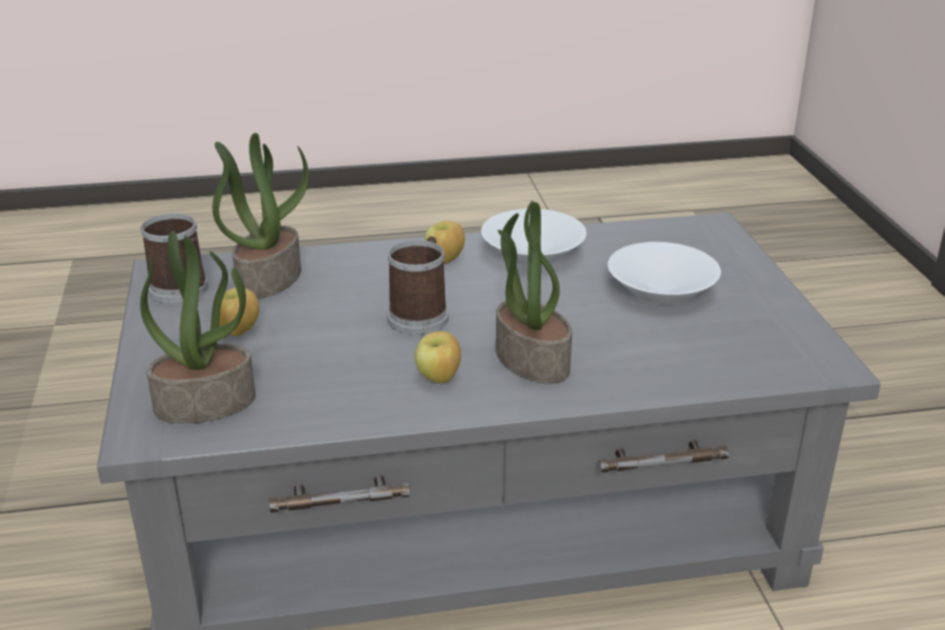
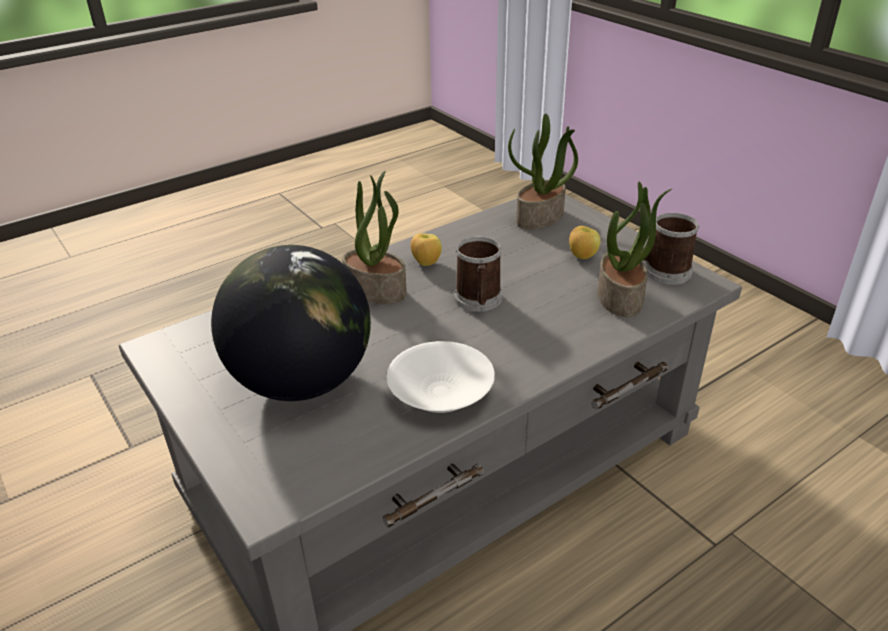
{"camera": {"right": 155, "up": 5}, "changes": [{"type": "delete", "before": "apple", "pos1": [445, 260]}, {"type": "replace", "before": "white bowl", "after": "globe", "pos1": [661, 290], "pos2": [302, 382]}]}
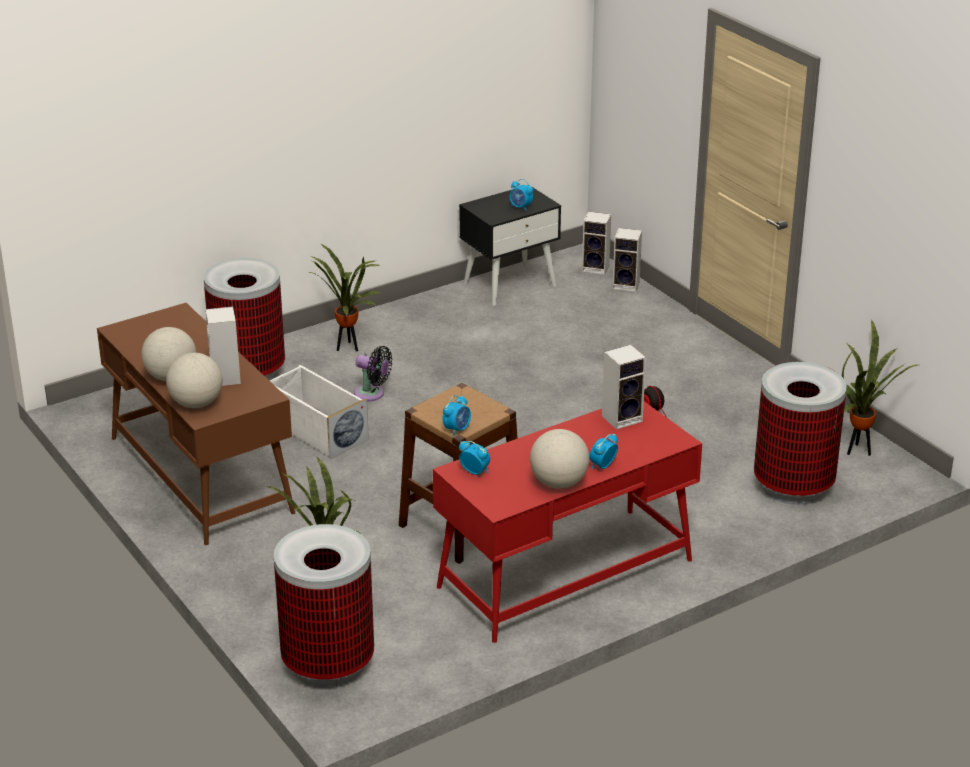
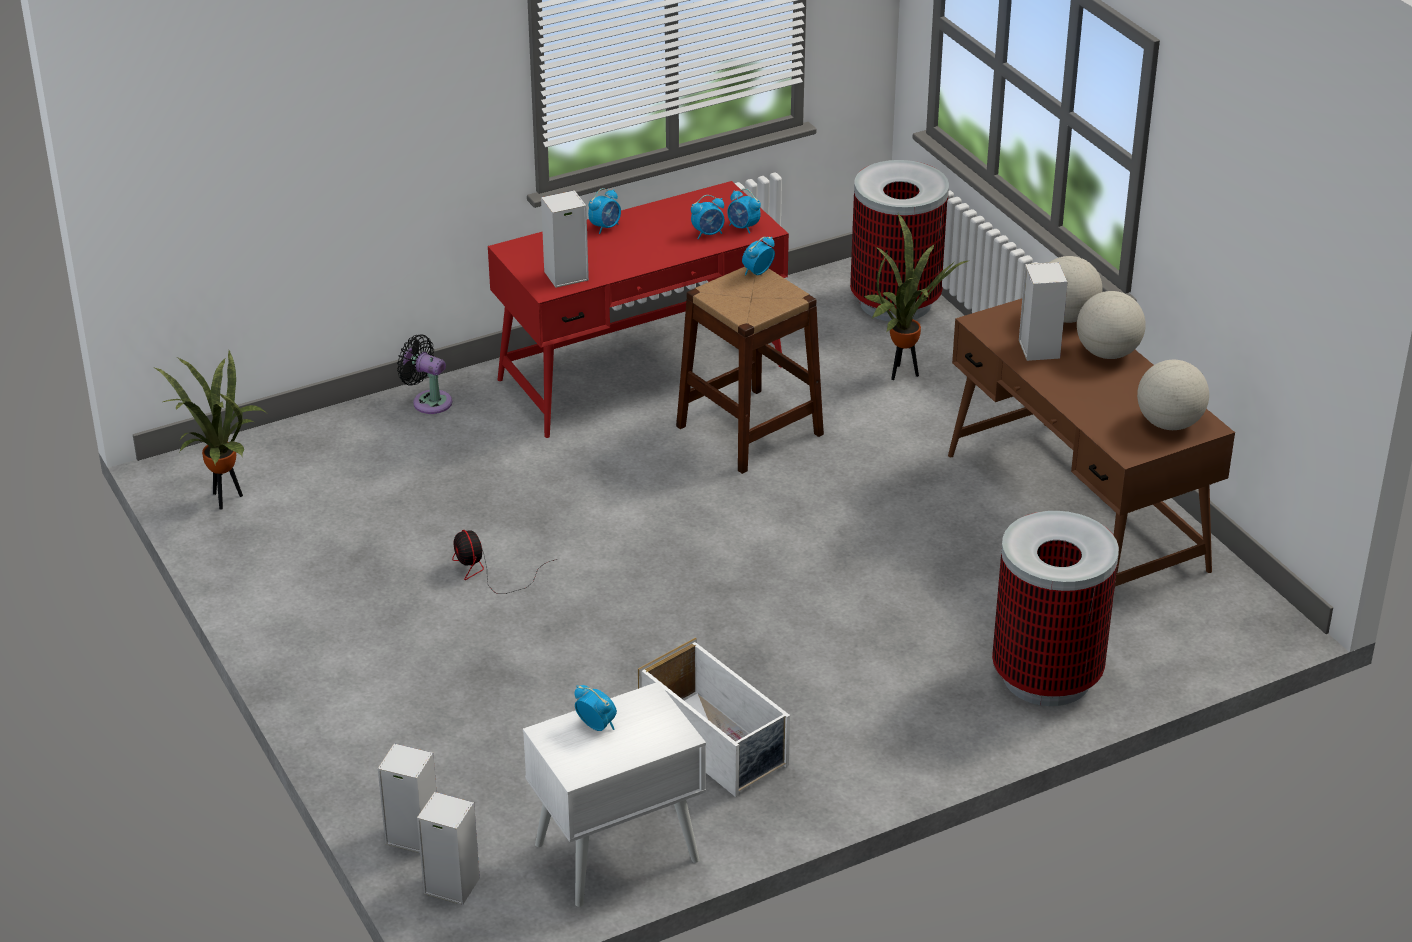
{"camera": {"right": -175, "up": 5}, "changes": [{"type": "delete", "before": "potted plant", "pos1": [348, 348]}, {"type": "delete", "before": "trash can", "pos1": [793, 486]}, {"type": "insert", "after": "alarm clock", "pos2": [708, 234]}, {"type": "move", "before": "white storage box", "pos1": [316, 430], "pos2": [715, 743]}, {"type": "move", "before": "black fan", "pos1": [372, 394], "pos2": [428, 401]}, {"type": "move", "before": "globe", "pos1": [558, 483], "pos2": [1169, 423]}, {"type": "recolor", "before": "black nightstand", "after": "white nightstand", "pos1": [510, 284], "pos2": [616, 852]}]}
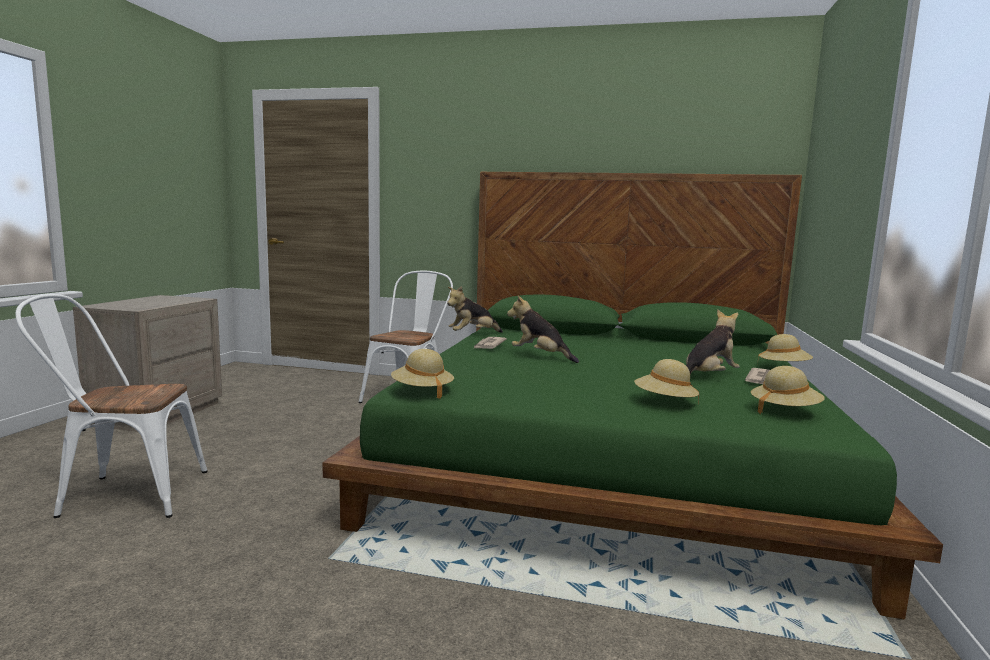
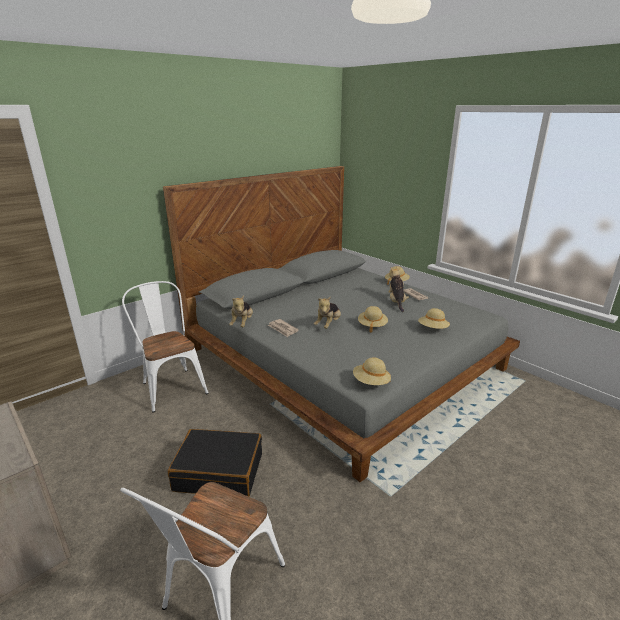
{"camera": {"right": -55, "up": 15}, "changes": [{"type": "insert", "after": "black suitcase", "pos2": [219, 471]}, {"type": "move", "before": "beige hat", "pos1": [784, 410], "pos2": [372, 325]}, {"type": "recolor", "before": "green bed", "after": "grey bed", "pos1": [608, 456], "pos2": [343, 359]}, {"type": "rotate", "before": "plush toy", "pos1": [540, 356], "pos2": [328, 325], "turn": -45}]}
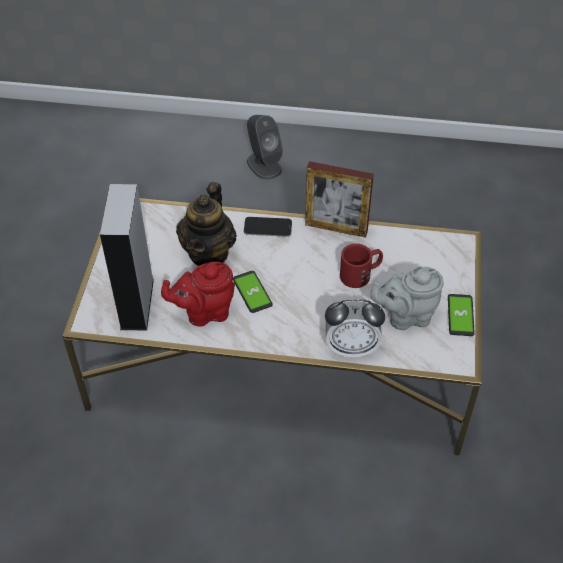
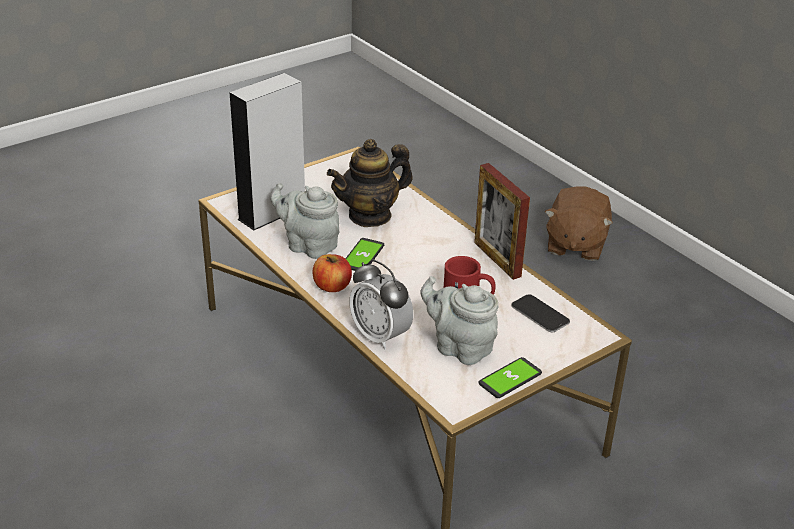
{"camera": {"right": 45, "up": -15}, "changes": [{"type": "insert", "after": "apple", "pos2": [332, 286]}, {"type": "move", "before": "phone", "pos1": [268, 227], "pos2": [540, 314]}, {"type": "replace", "before": "grey speaker", "after": "brown plush toy", "pos1": [263, 165], "pos2": [575, 245]}, {"type": "recolor", "before": "red teapot", "after": "grey teapot", "pos1": [204, 312], "pos2": [308, 245]}]}
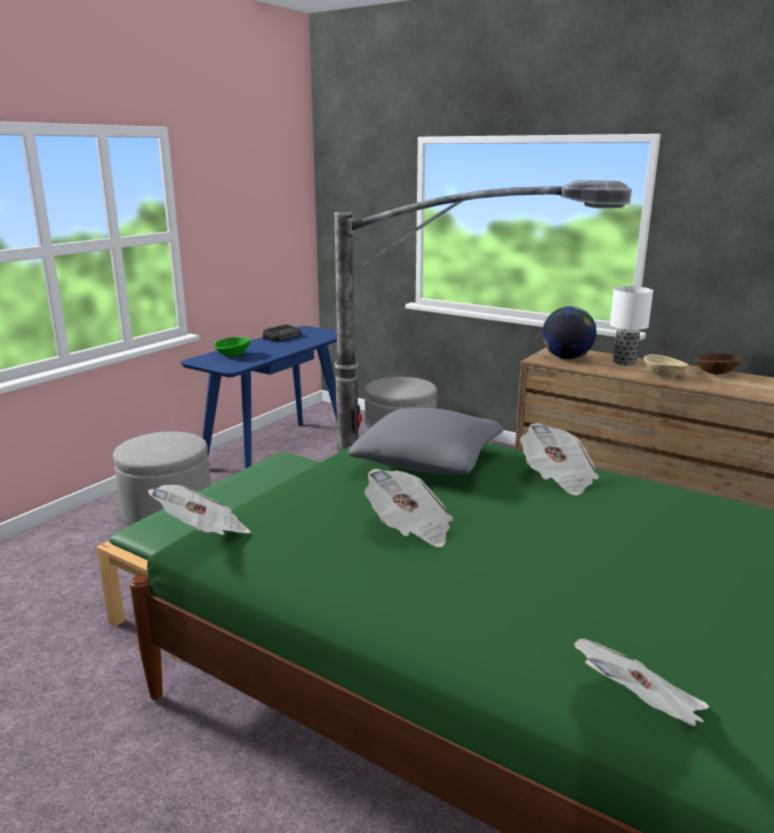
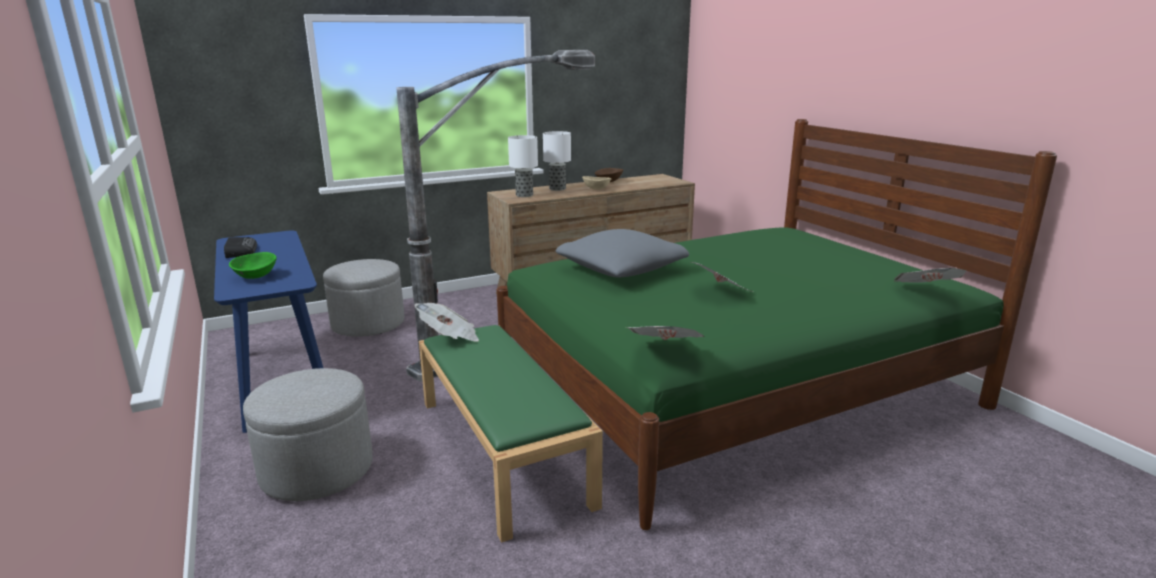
{"camera": {"right": -60, "up": 0}, "changes": [{"type": "move", "before": "newspaper", "pos1": [557, 478], "pos2": [449, 337]}, {"type": "replace", "before": "globe", "after": "table lamp", "pos1": [566, 358], "pos2": [524, 195]}]}
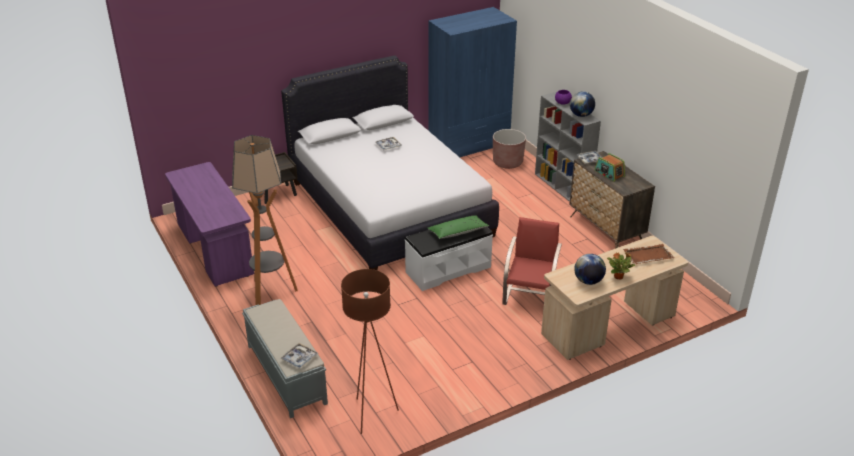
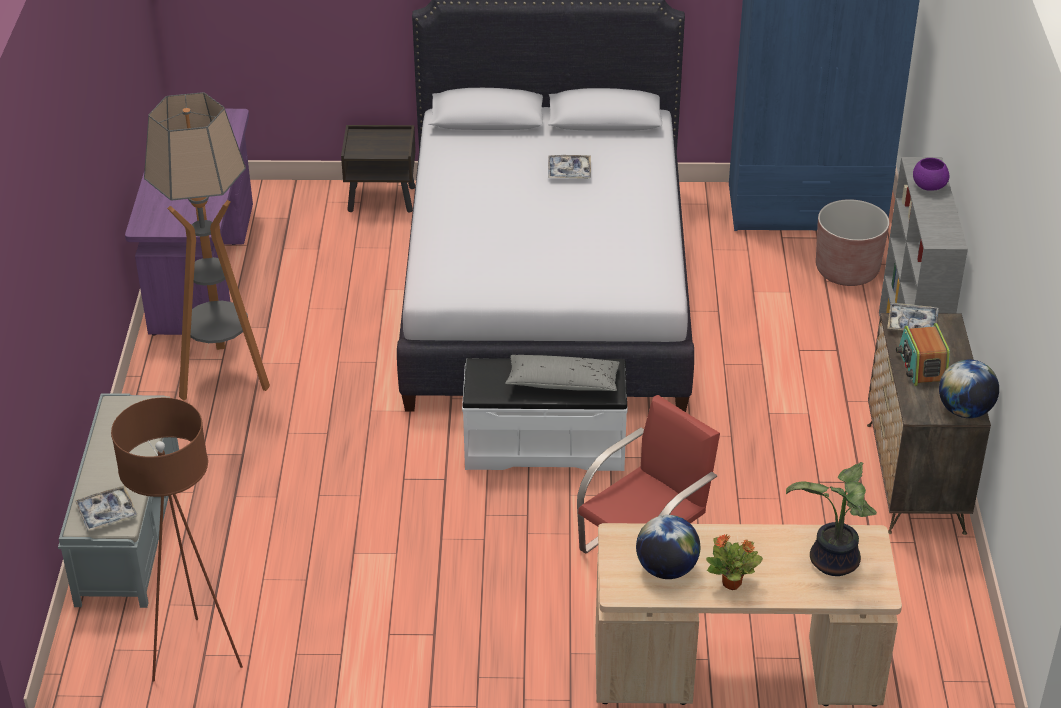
{"camera": {"right": 30, "up": 5}, "changes": [{"type": "move", "before": "globe", "pos1": [581, 115], "pos2": [964, 411]}, {"type": "replace", "before": "brown tray", "after": "potted plant", "pos1": [647, 255], "pos2": [832, 563]}, {"type": "recolor", "before": "green pillow", "after": "grey pillow", "pos1": [458, 232], "pos2": [562, 383]}]}
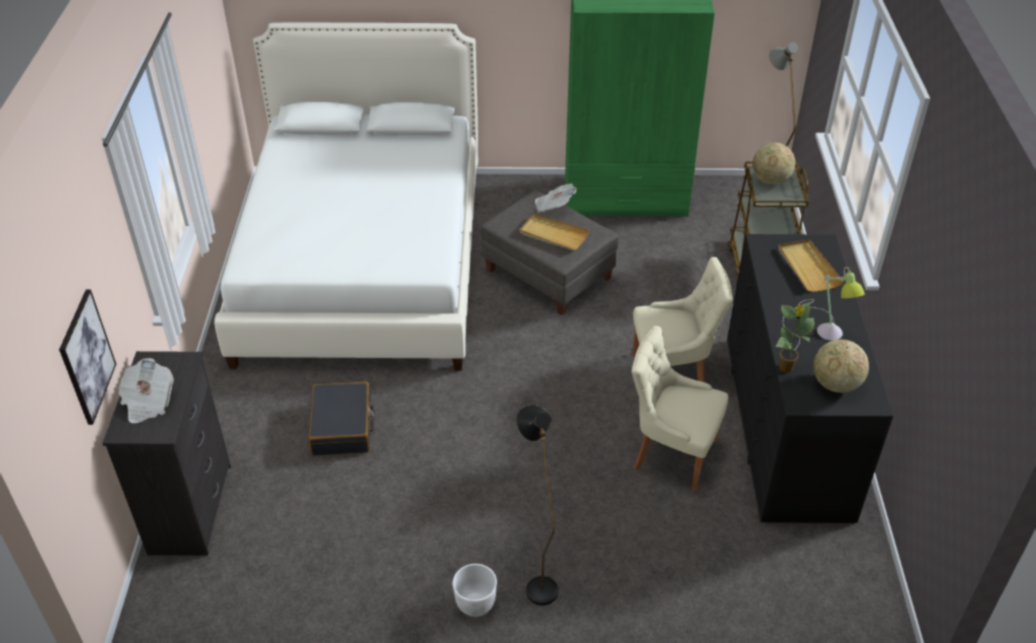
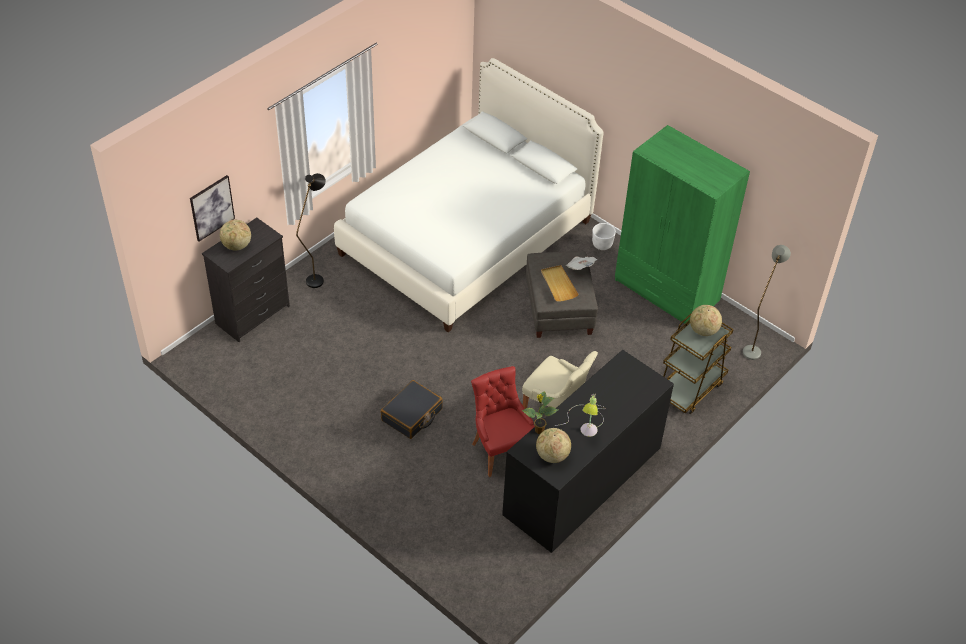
{"camera": {"right": 40, "up": 5}, "changes": [{"type": "delete", "before": "beige tray", "pos1": [808, 267]}, {"type": "move", "before": "black suitcase", "pos1": [342, 427], "pos2": [412, 415]}, {"type": "move", "before": "white planter", "pos1": [475, 604], "pos2": [601, 245]}, {"type": "move", "before": "black floor lamp", "pos1": [537, 581], "pos2": [317, 277]}, {"type": "replace", "before": "newspaper", "after": "globe", "pos1": [148, 402], "pos2": [236, 246]}, {"type": "recolor", "before": "beige chair", "after": "red chair", "pos1": [671, 454], "pos2": [501, 450]}]}
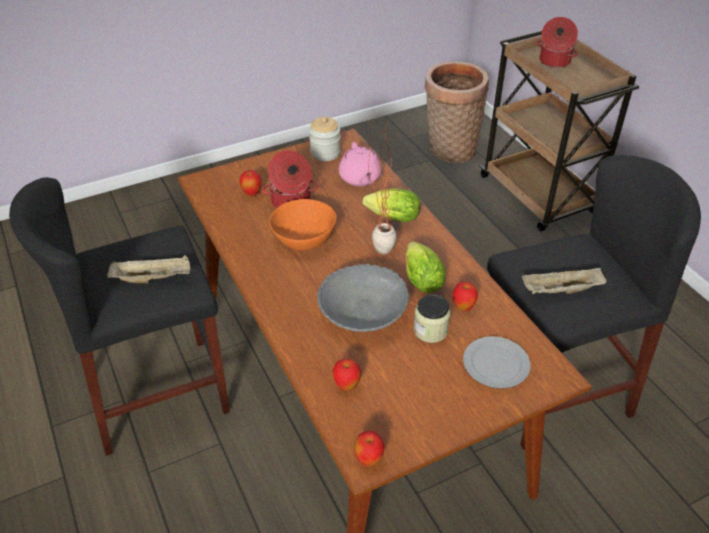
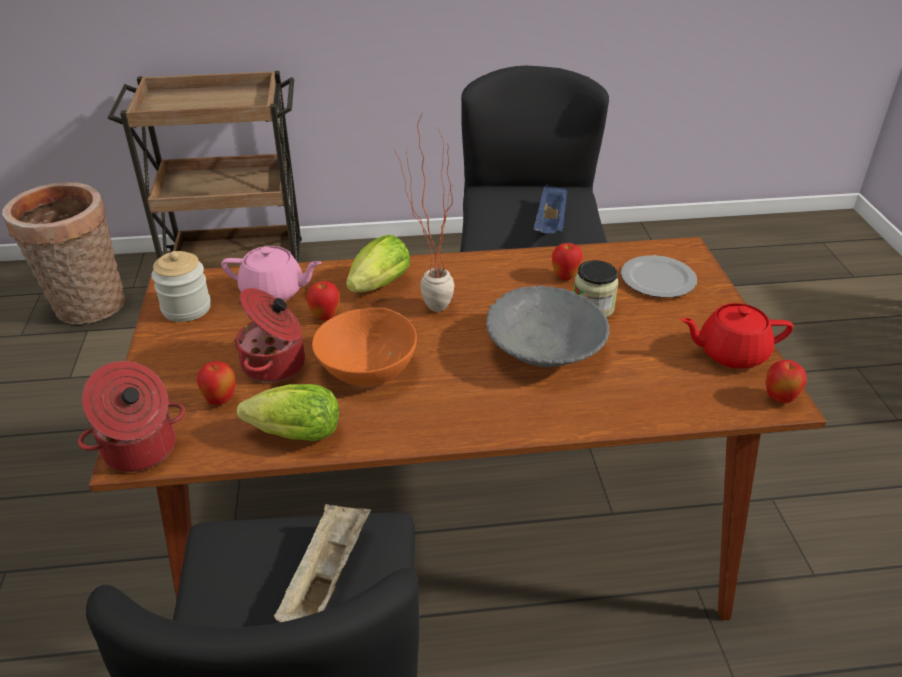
{"camera": {"right": -70, "up": -5}, "changes": [{"type": "insert", "after": "red teapot", "pos2": [730, 353]}, {"type": "move", "before": "apple", "pos1": [346, 385], "pos2": [325, 317]}, {"type": "move", "before": "lettuce", "pos1": [420, 278], "pos2": [291, 435]}, {"type": "move", "before": "cooking pot", "pos1": [554, 61], "pos2": [140, 450]}, {"type": "recolor", "before": "beige tray", "after": "blue tray", "pos1": [560, 291], "pos2": [550, 224]}]}
